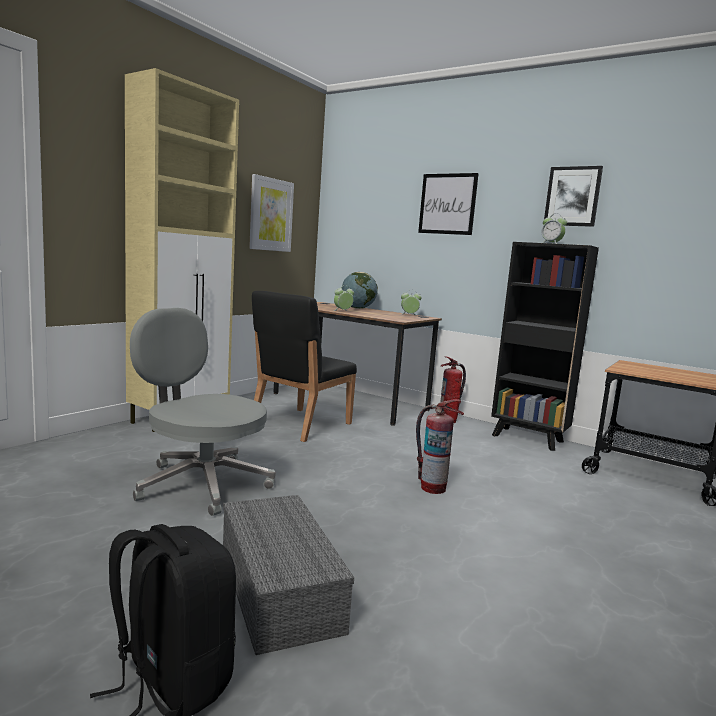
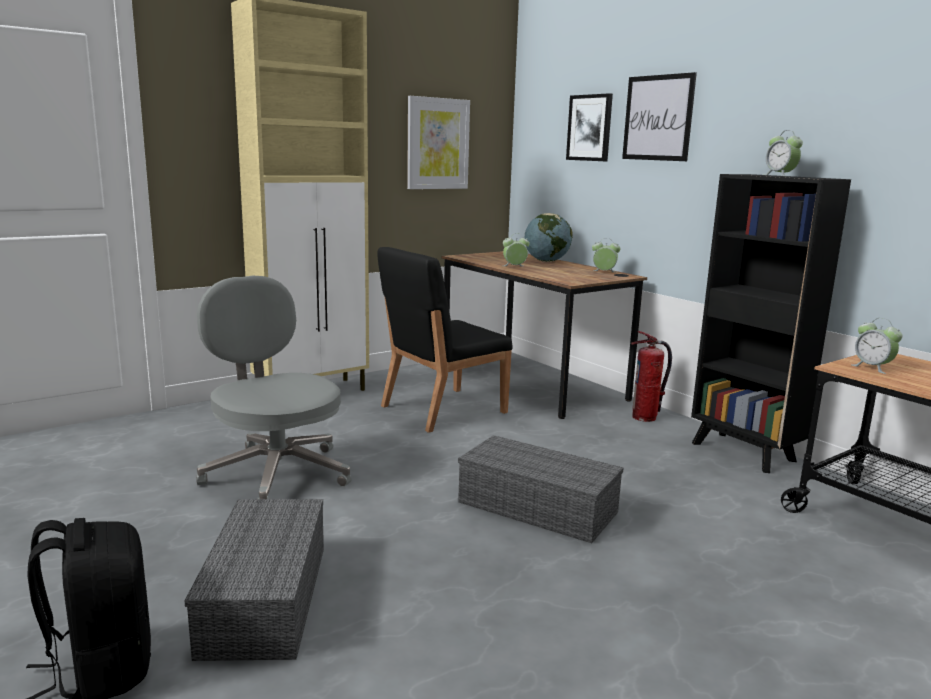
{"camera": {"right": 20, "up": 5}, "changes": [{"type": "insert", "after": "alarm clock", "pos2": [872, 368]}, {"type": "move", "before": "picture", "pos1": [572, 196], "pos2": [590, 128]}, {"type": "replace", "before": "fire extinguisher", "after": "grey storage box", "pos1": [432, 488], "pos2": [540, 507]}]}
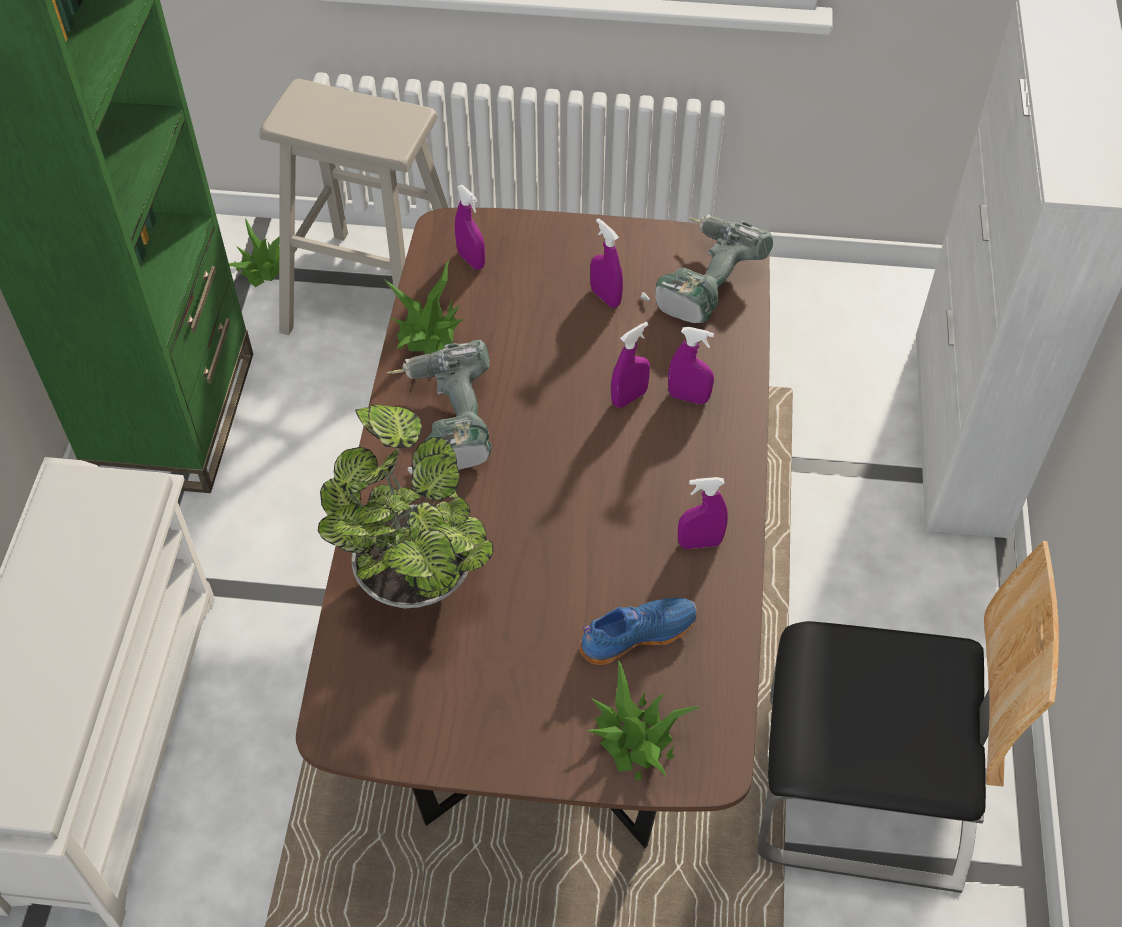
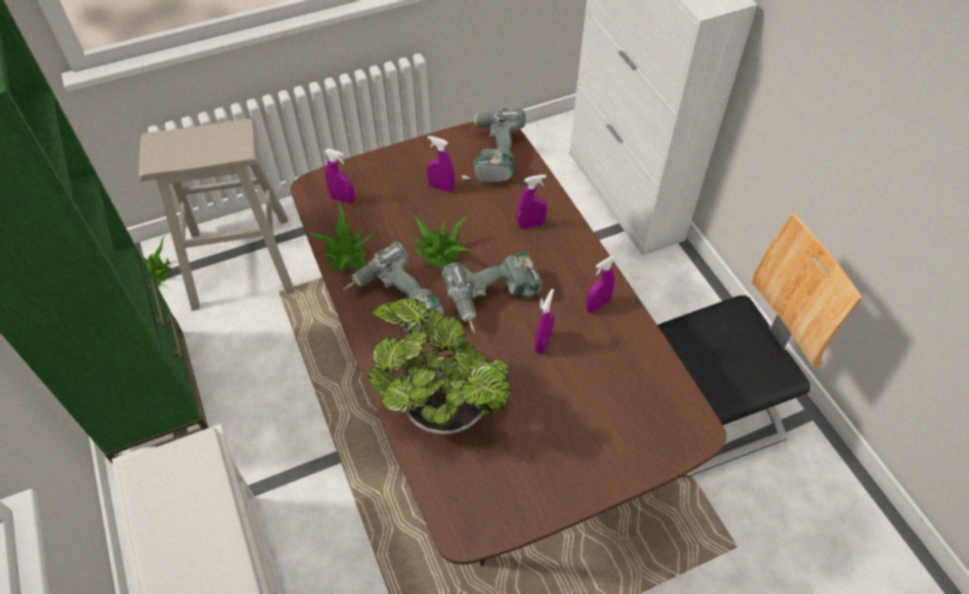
{"camera": {"right": -30, "up": 0}, "changes": [{"type": "delete", "before": "blue shoe", "pos1": [636, 633]}, {"type": "insert", "after": "power drill", "pos2": [494, 302]}, {"type": "move", "before": "potted plant", "pos1": [635, 739], "pos2": [441, 251]}, {"type": "move", "before": "purple spray bottle", "pos1": [629, 398], "pos2": [543, 343]}]}
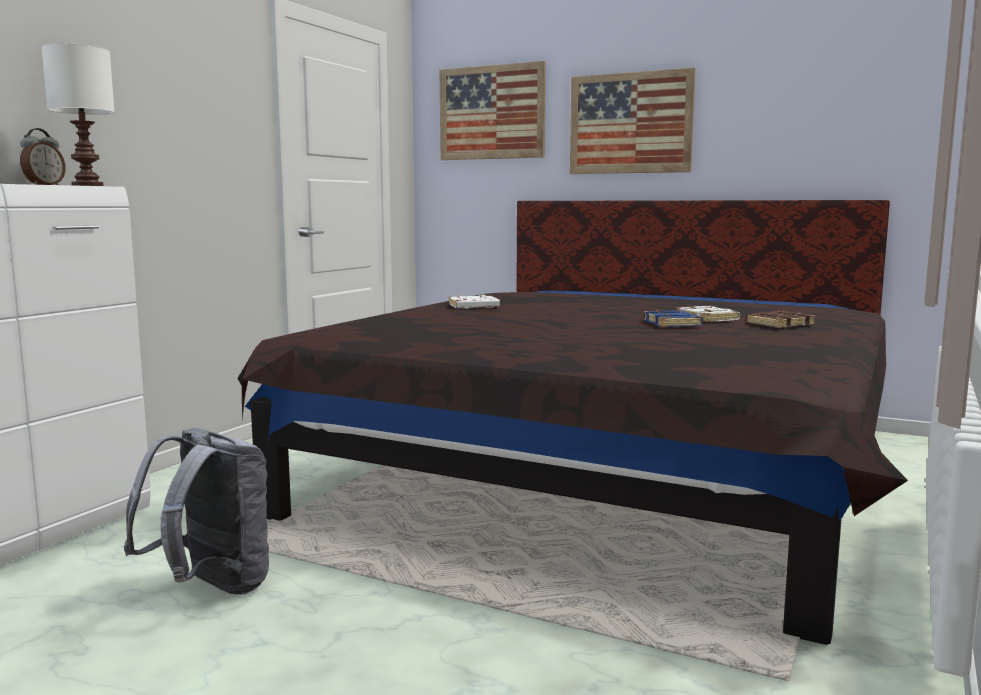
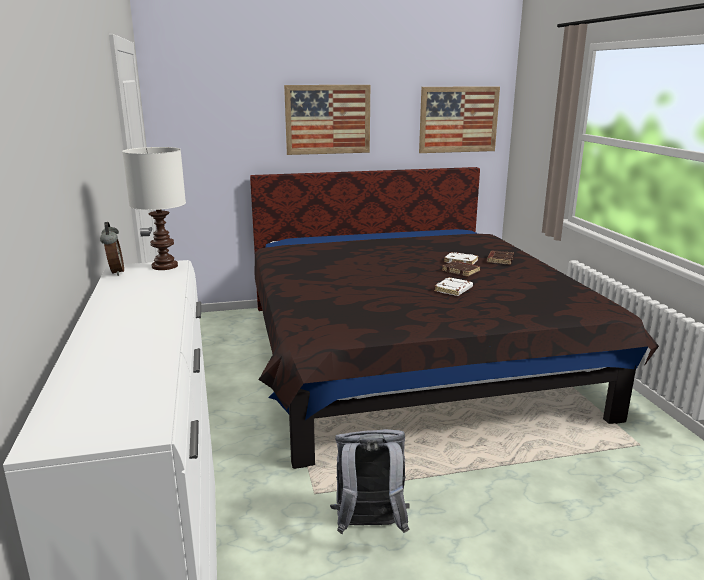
{"camera": {"right": -40, "up": 10}, "changes": [{"type": "move", "before": "picture", "pos1": [491, 112], "pos2": [458, 119]}, {"type": "move", "before": "white book", "pos1": [473, 306], "pos2": [453, 290]}, {"type": "recolor", "before": "blue book", "after": "brown book", "pos1": [673, 324], "pos2": [461, 271]}]}
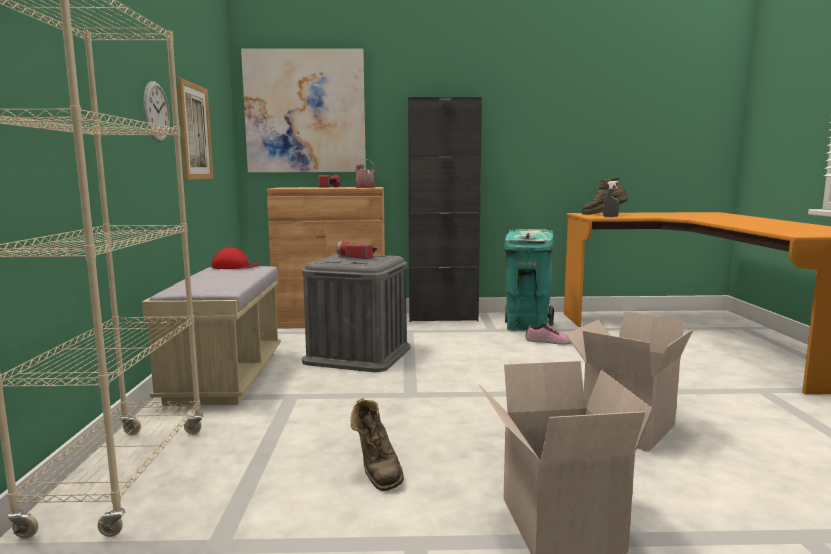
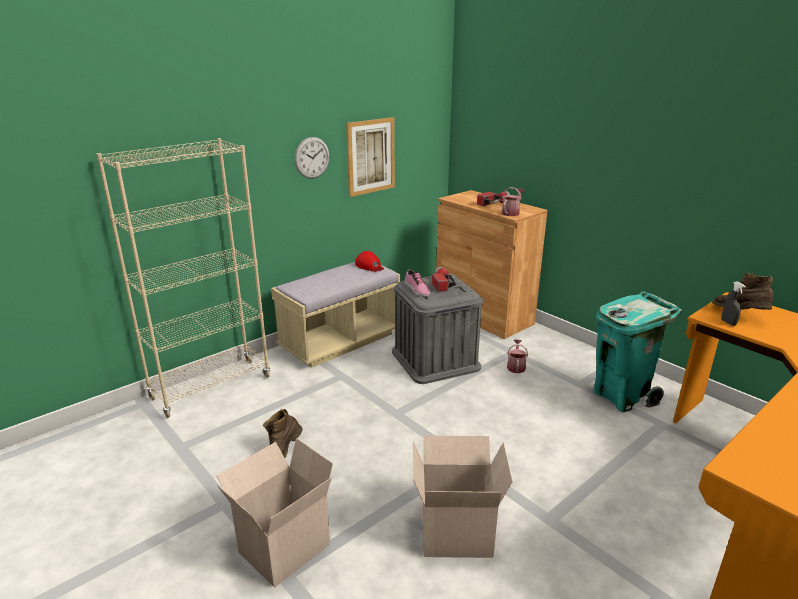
{"camera": {"right": 50, "up": 15}, "changes": [{"type": "delete", "before": "picture", "pos1": [305, 112]}, {"type": "delete", "before": "black cabinet", "pos1": [443, 317]}, {"type": "insert", "after": "watering can", "pos2": [516, 366]}, {"type": "move", "before": "shoe", "pos1": [549, 342], "pos2": [416, 289]}]}
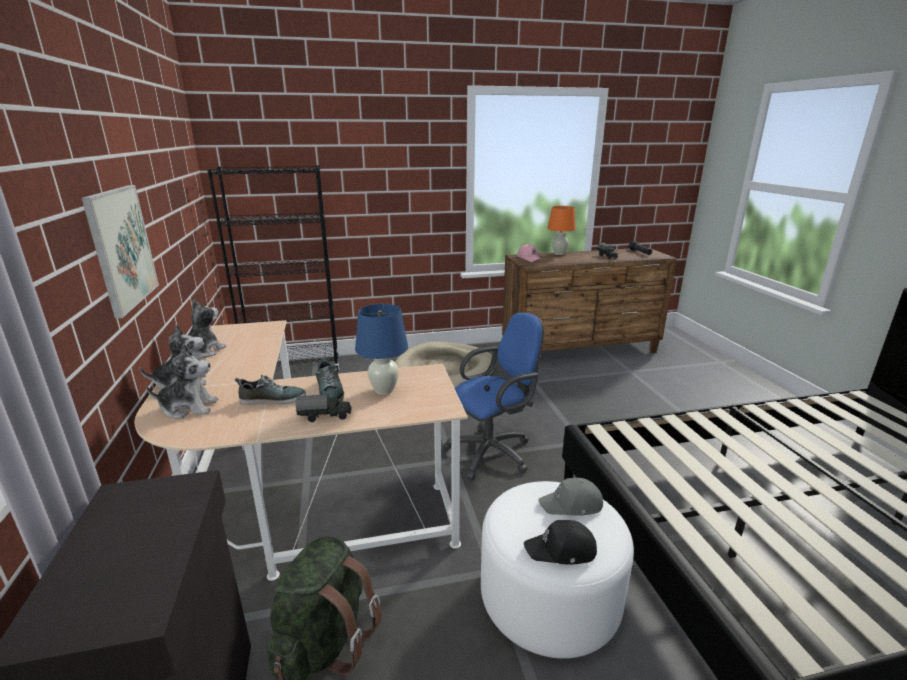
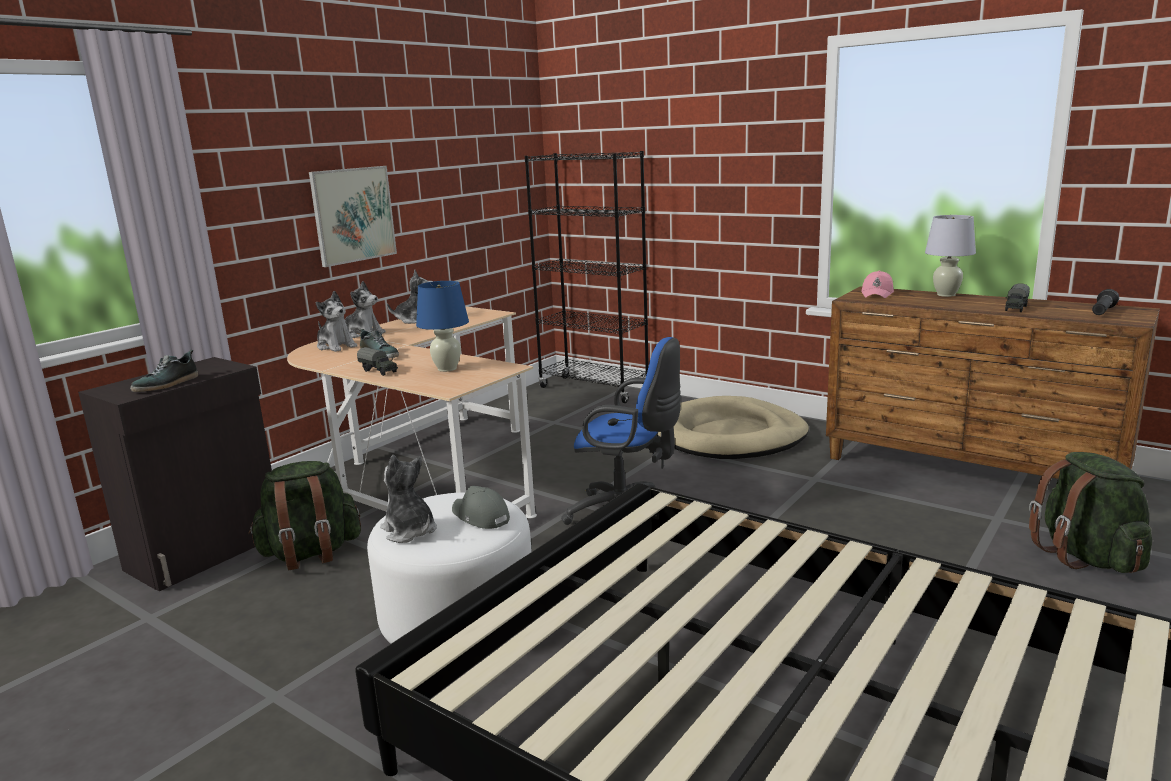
{"camera": {"right": 50, "up": -5}, "changes": [{"type": "insert", "after": "green backpack", "pos2": [1086, 557]}, {"type": "move", "before": "shoe", "pos1": [330, 392], "pos2": [167, 384]}, {"type": "replace", "before": "black cap", "after": "plush toy", "pos1": [561, 550], "pos2": [409, 531]}, {"type": "recolor", "before": "orange table lamp", "after": "white table lamp", "pos1": [559, 254], "pos2": [946, 295]}]}
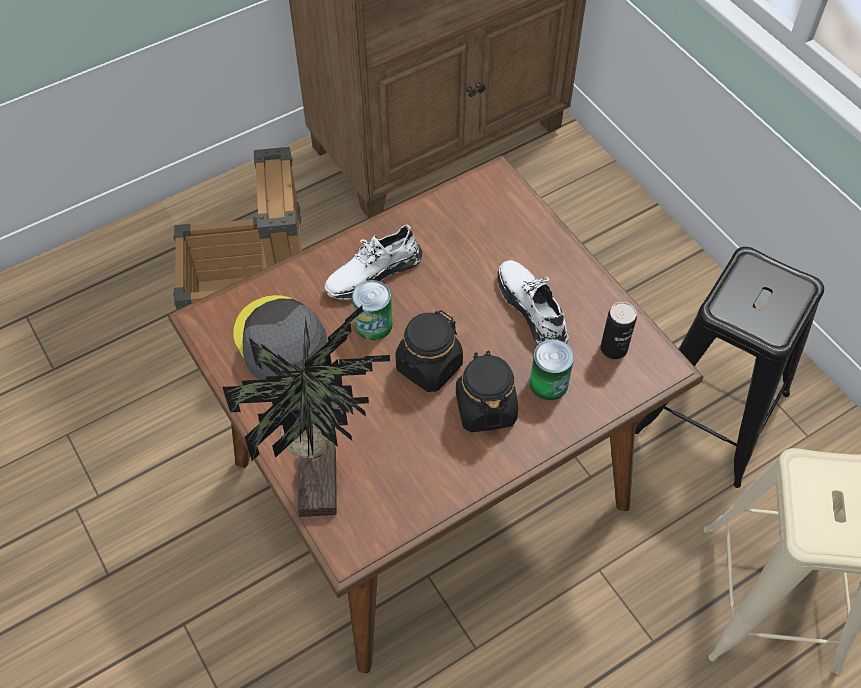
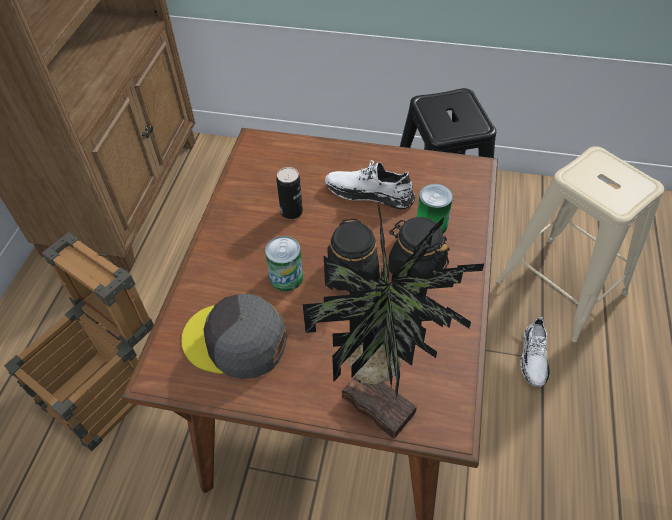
{"camera": {"right": -45, "up": -5}, "changes": [{"type": "move", "before": "white shoe", "pos1": [373, 273], "pos2": [534, 357]}, {"type": "move", "before": "can", "pos1": [613, 348], "pos2": [291, 211]}]}
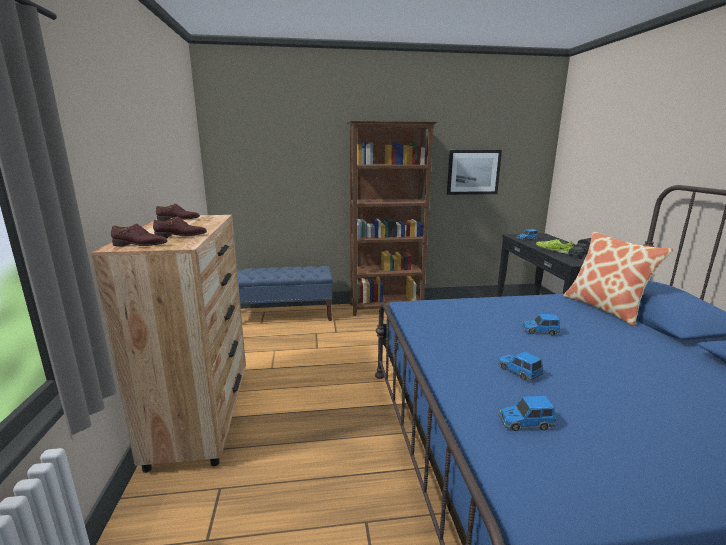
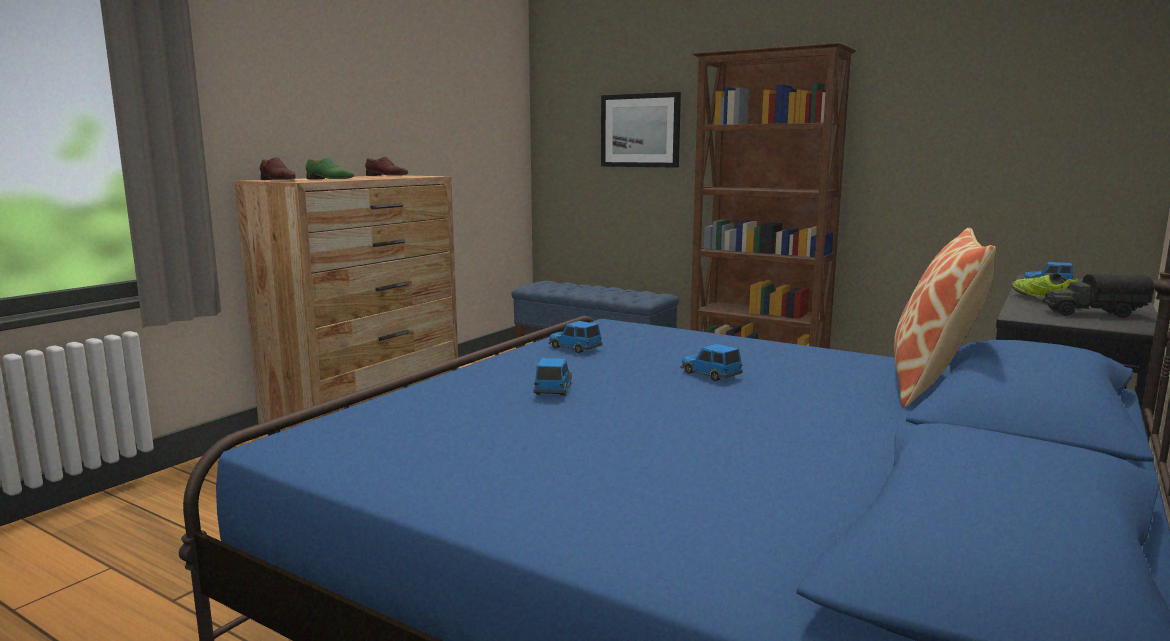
{"camera": {"right": 40, "up": -5}, "changes": [{"type": "move", "before": "picture", "pos1": [473, 172], "pos2": [640, 130]}, {"type": "move", "before": "toy car", "pos1": [525, 423], "pos2": [574, 348]}, {"type": "recolor", "before": "brown shoe", "after": "green shoe", "pos1": [181, 236], "pos2": [329, 179]}]}
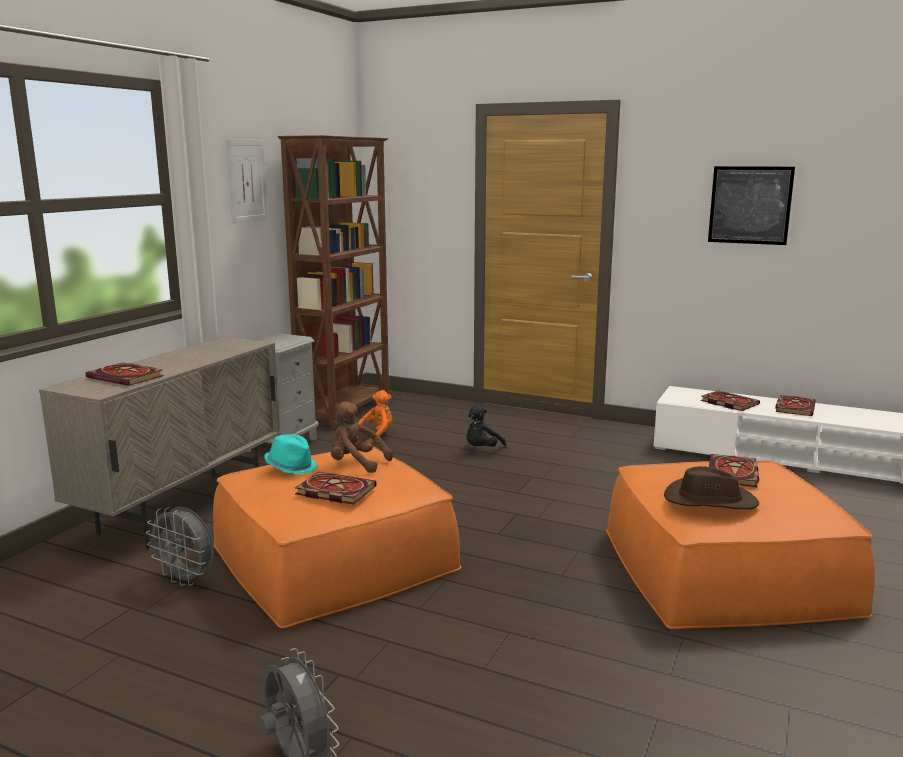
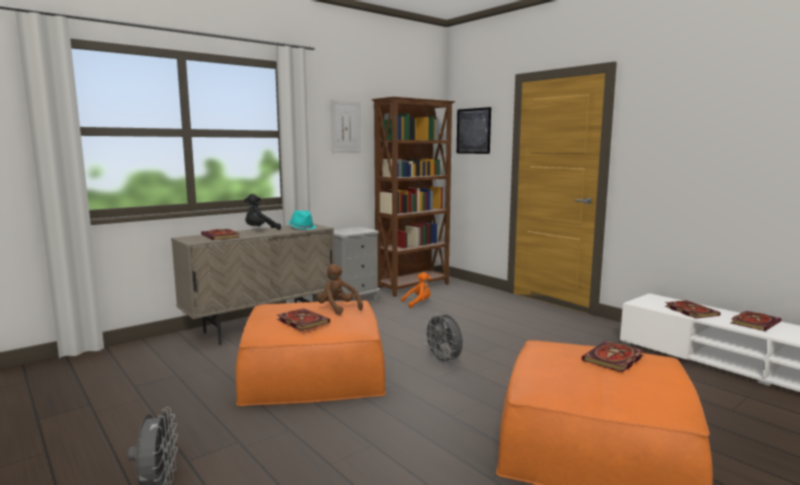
{"camera": {"right": 25, "up": -5}, "changes": [{"type": "delete", "before": "brown hat", "pos1": [709, 501]}, {"type": "move", "before": "grey fan", "pos1": [187, 579], "pos2": [444, 361]}, {"type": "move", "before": "turquoise hat", "pos1": [291, 467], "pos2": [302, 228]}, {"type": "move", "before": "black plush toy", "pos1": [482, 449], "pos2": [261, 230]}, {"type": "move", "before": "picture", "pos1": [750, 205], "pos2": [473, 131]}]}
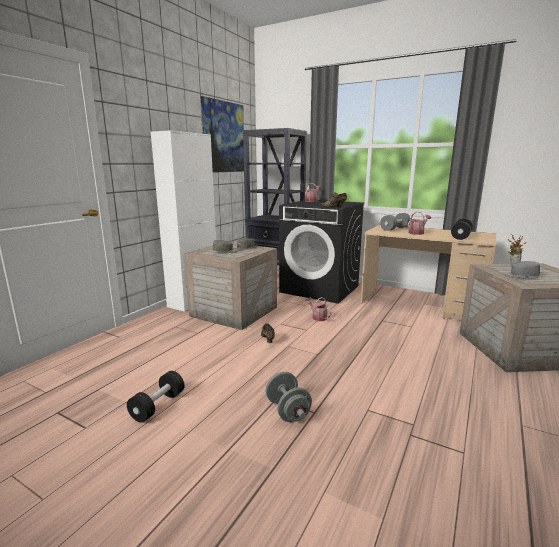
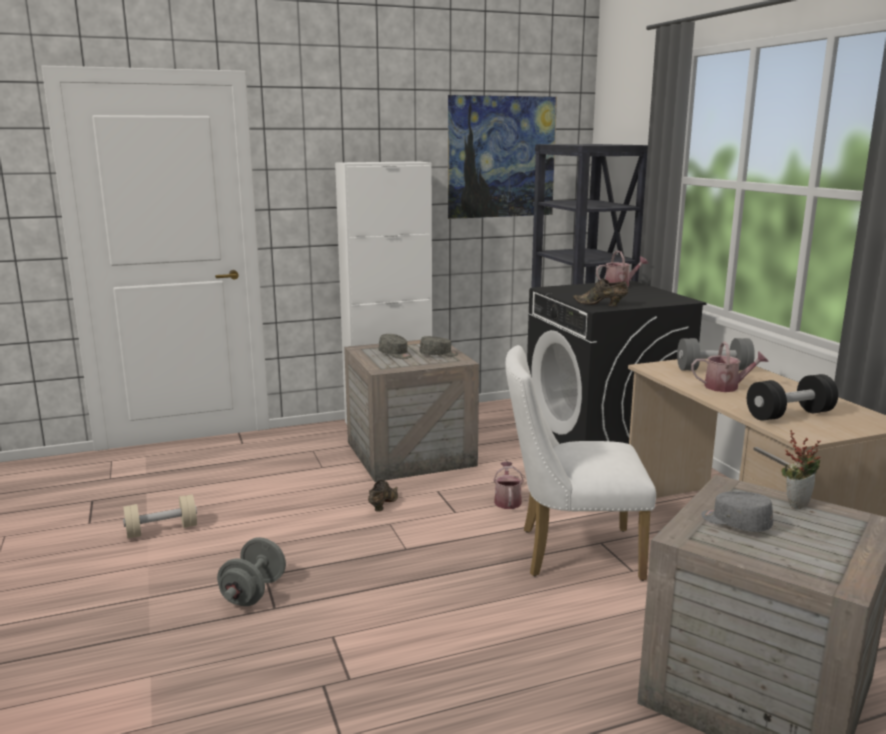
{"camera": {"right": 40, "up": 0}, "changes": [{"type": "insert", "after": "white chair", "pos2": [570, 553]}, {"type": "recolor", "before": "black dumbbell", "after": "beige dumbbell", "pos1": [158, 406], "pos2": [162, 530]}]}
